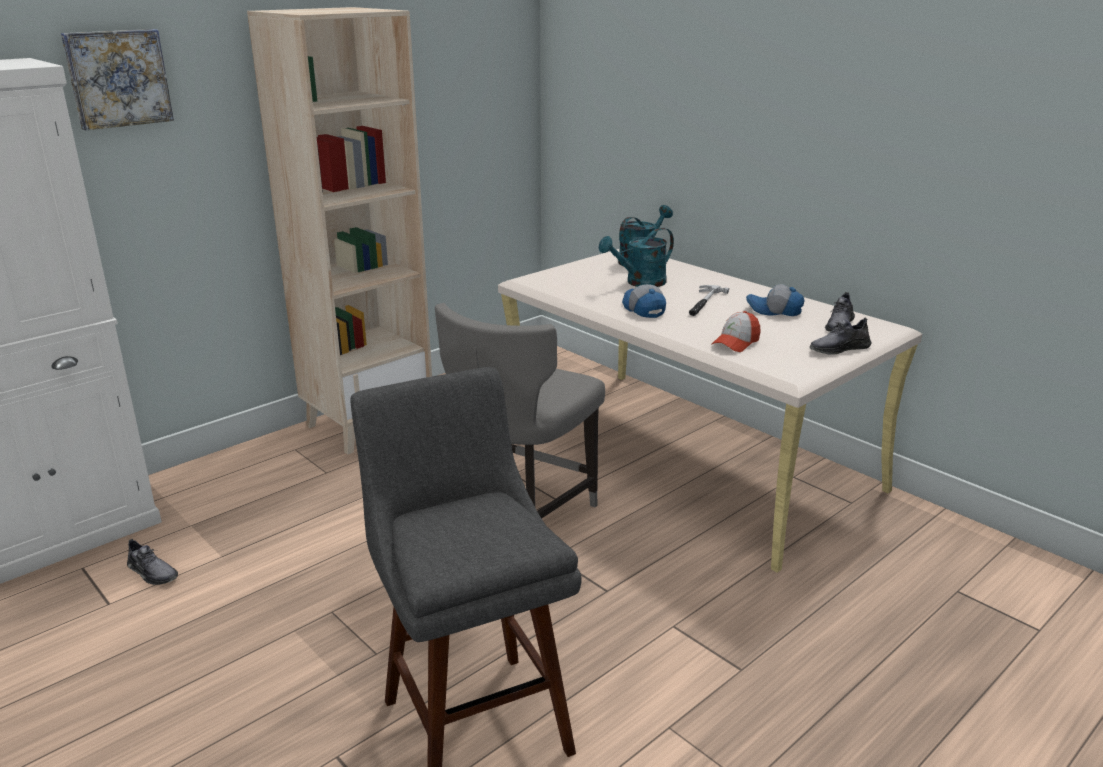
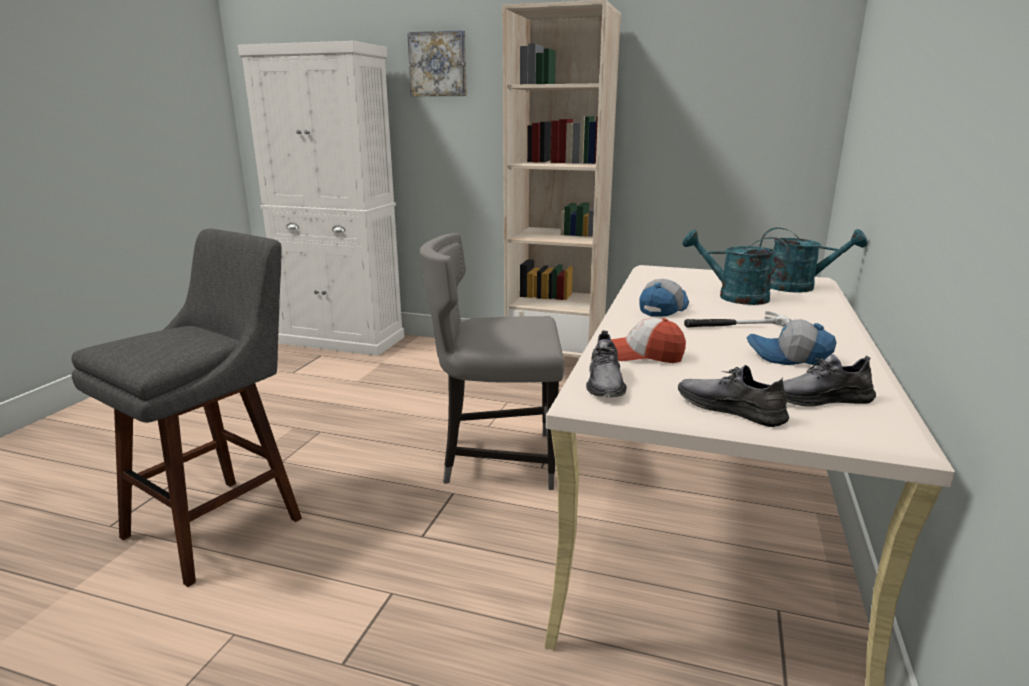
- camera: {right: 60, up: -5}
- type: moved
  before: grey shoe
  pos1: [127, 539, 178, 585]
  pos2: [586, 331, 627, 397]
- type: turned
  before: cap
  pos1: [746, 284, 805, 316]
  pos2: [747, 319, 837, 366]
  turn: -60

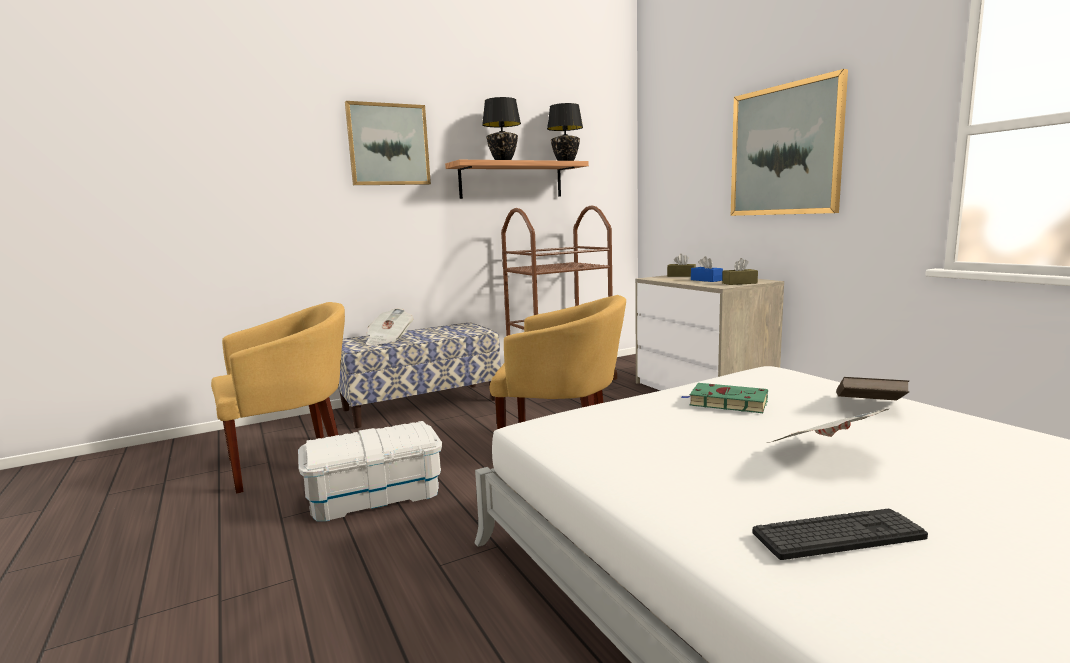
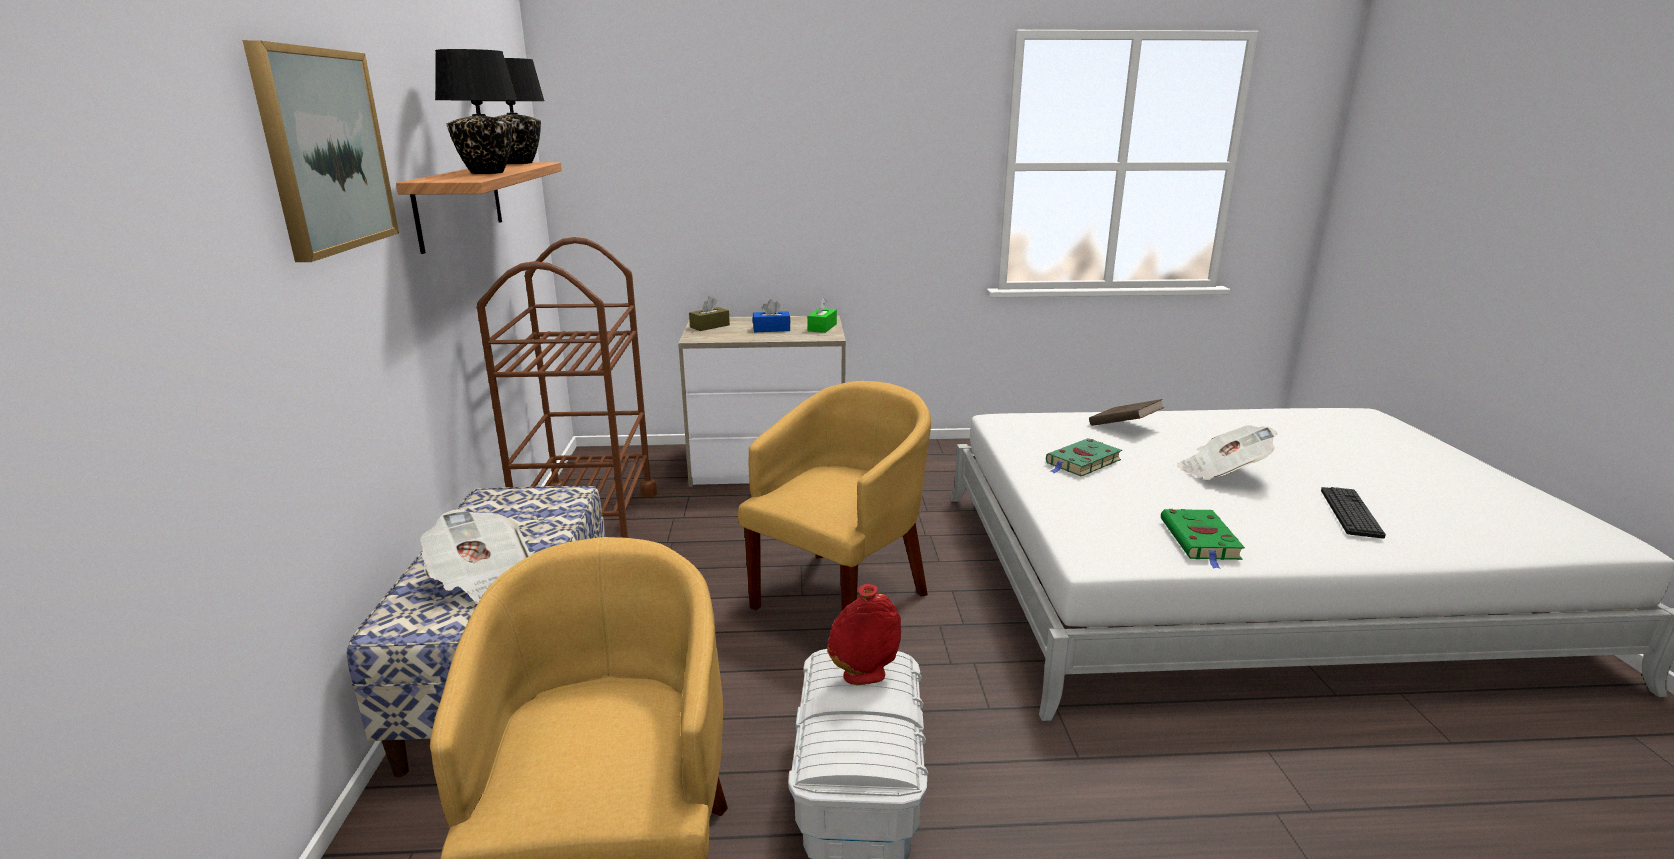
- camera: {right: -65, up: 10}
- type: recoloured
  before: brown tissue box
  after: green tissue box
  pos1: [722, 258, 758, 285]
  pos2: [807, 298, 837, 333]
- type: added
  after: red vase
  pos2: [827, 584, 901, 685]
- type: added
  after: green book
  pos2: [1161, 509, 1245, 569]
- type: removed
  before: picture
  pos1: [731, 69, 848, 216]

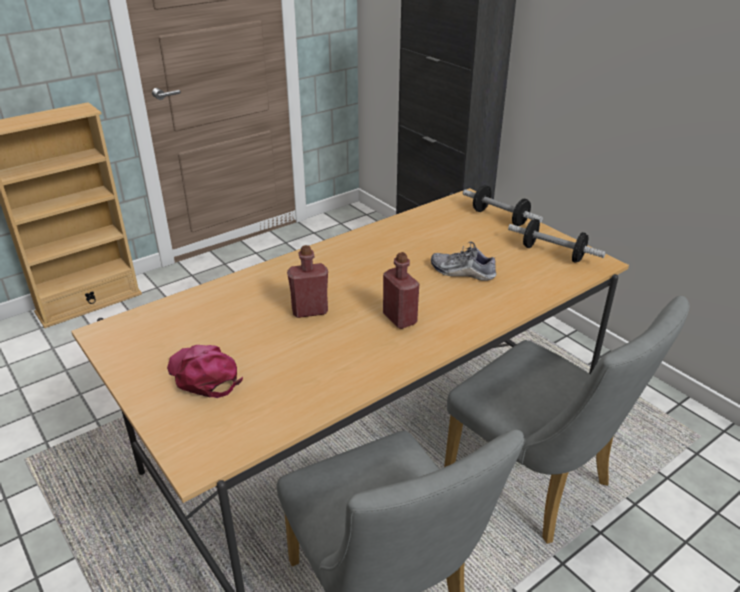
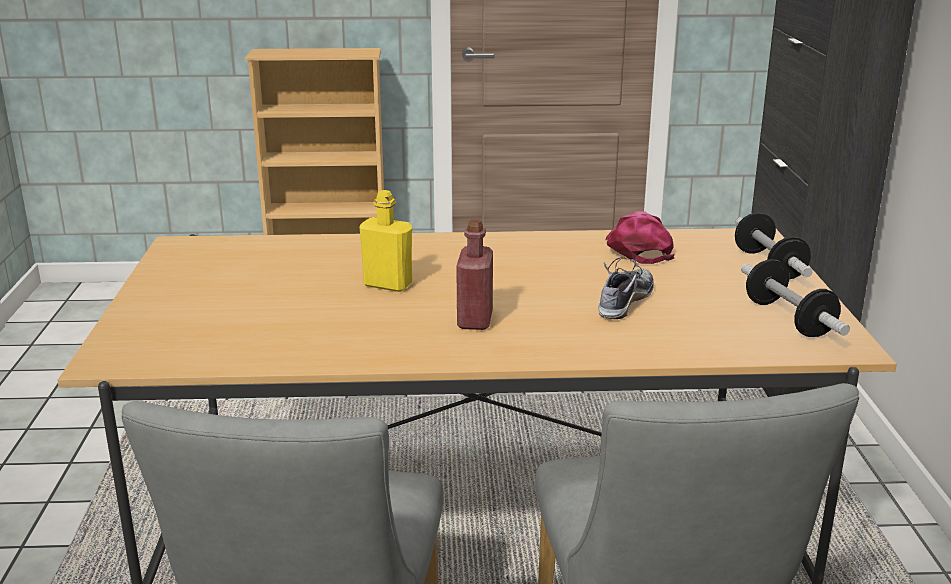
- camera: {right: 35, up: -10}
- type: recoloured
  before: red bottle
  after: yellow bottle
  pos1: [287, 245, 328, 318]
  pos2: [359, 190, 412, 292]
- type: turned
  before: shoe
  pos1: [431, 242, 496, 281]
  pos2: [598, 257, 654, 319]
  turn: 60
- type: moved
  before: pink cap
  pos1: [167, 345, 243, 398]
  pos2: [605, 211, 675, 264]

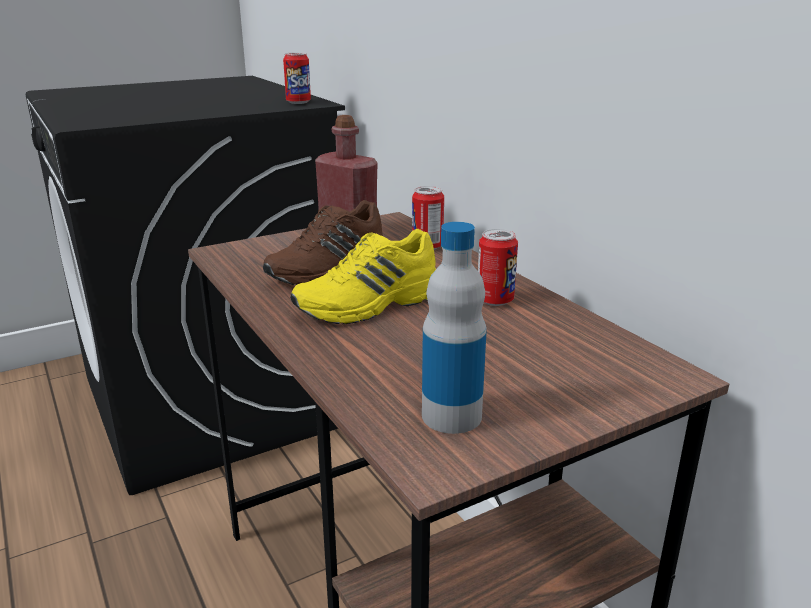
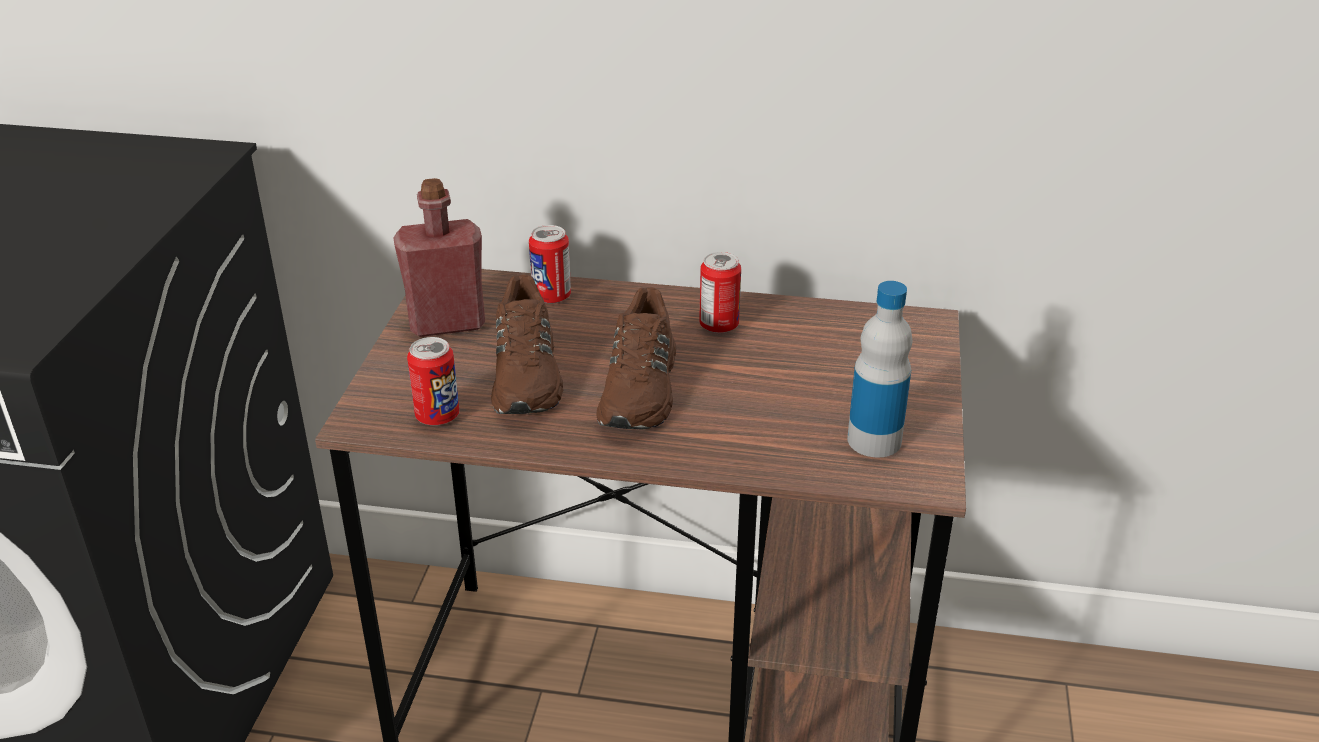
- camera: {right: -50, up: 10}
- type: moved
  before: can
  pos1: [283, 52, 311, 104]
  pos2: [407, 337, 460, 425]
- type: recoloured
  before: yellow shoe
  after: brown shoe
  pos1: [290, 229, 436, 324]
  pos2: [597, 287, 676, 429]

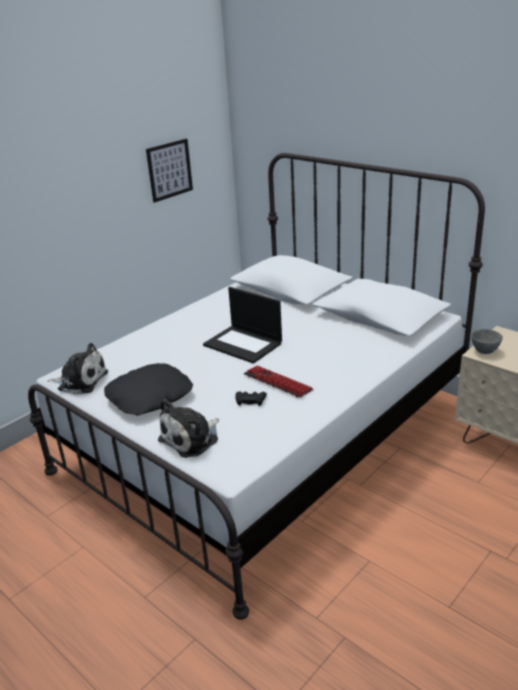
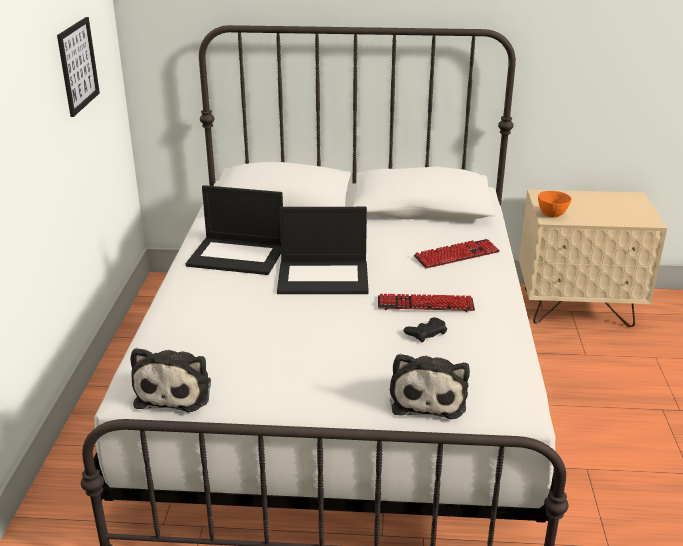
- camera: {right: -40, up: 0}
- type: turned
  before: plush toy
  pos1: [48, 343, 108, 394]
  pos2: [130, 348, 211, 412]
  turn: 120
- type: added
  after: laptop
  pos2: [186, 185, 283, 275]
- type: added
  after: keyboard
  pos2: [414, 239, 500, 269]
- type: recoloured
  before: grey bowl
  after: orange bowl
  pos1: [471, 329, 503, 354]
  pos2: [538, 191, 571, 218]
- type: removed
  before: black pillow
  pos1: [104, 363, 193, 416]

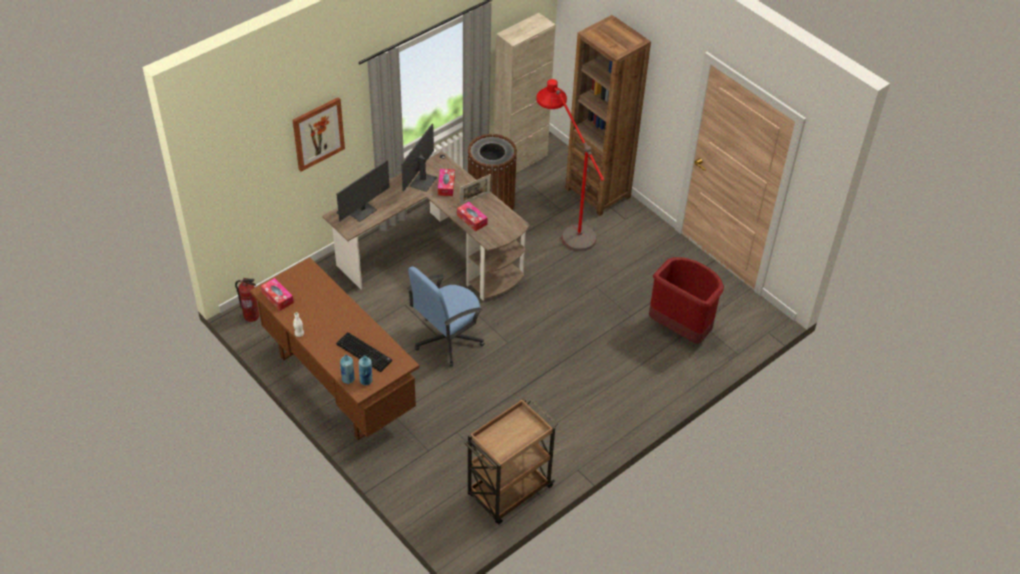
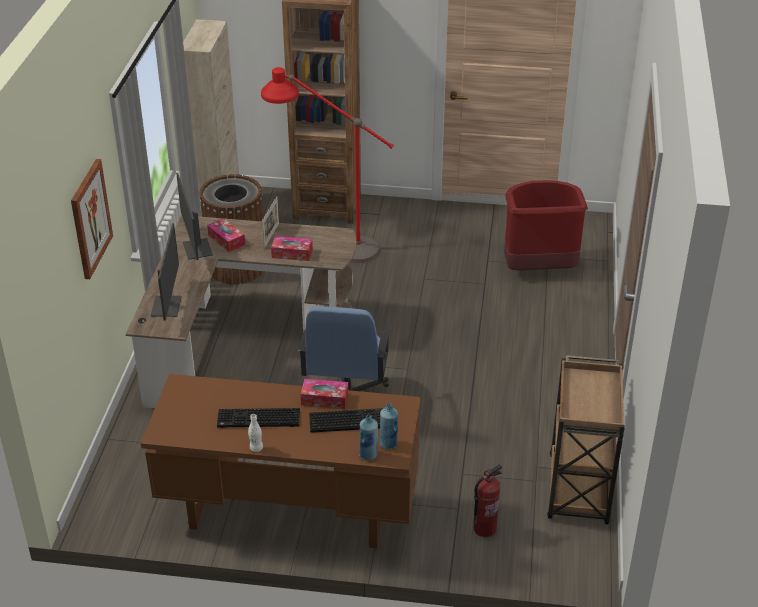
- camera: {right: -40, up: -10}
- type: added
  after: keyboard
  pos2: [217, 408, 300, 428]
- type: moved
  before: tissue box
  pos1: [261, 278, 294, 311]
  pos2: [301, 379, 348, 409]
- type: moved
  before: fire extinguisher
  pos1: [235, 278, 259, 322]
  pos2: [474, 464, 502, 537]

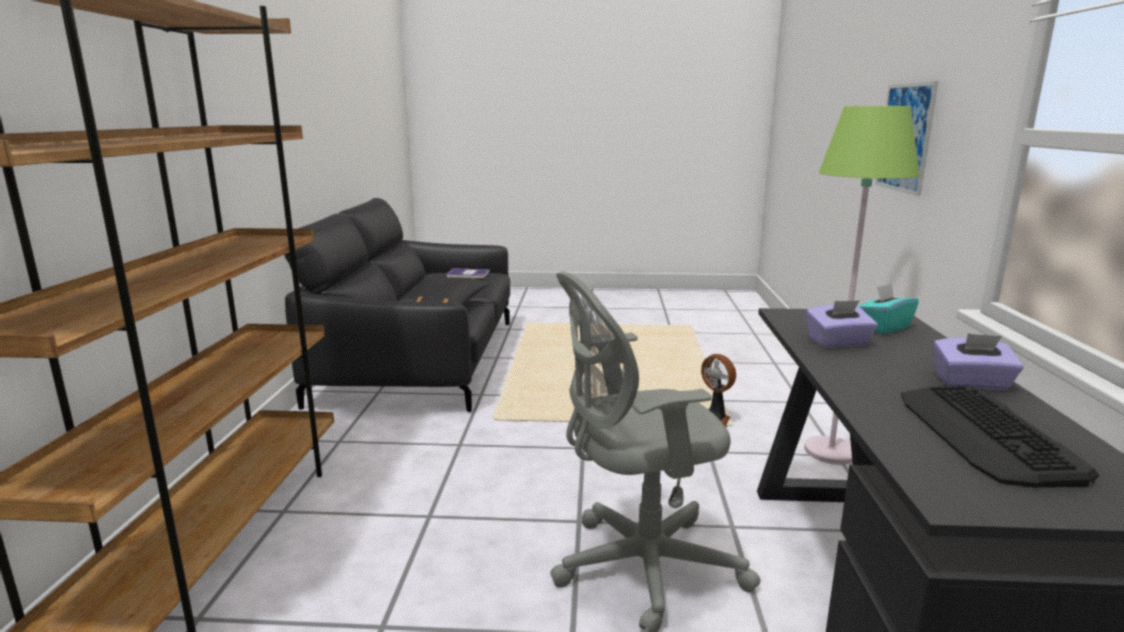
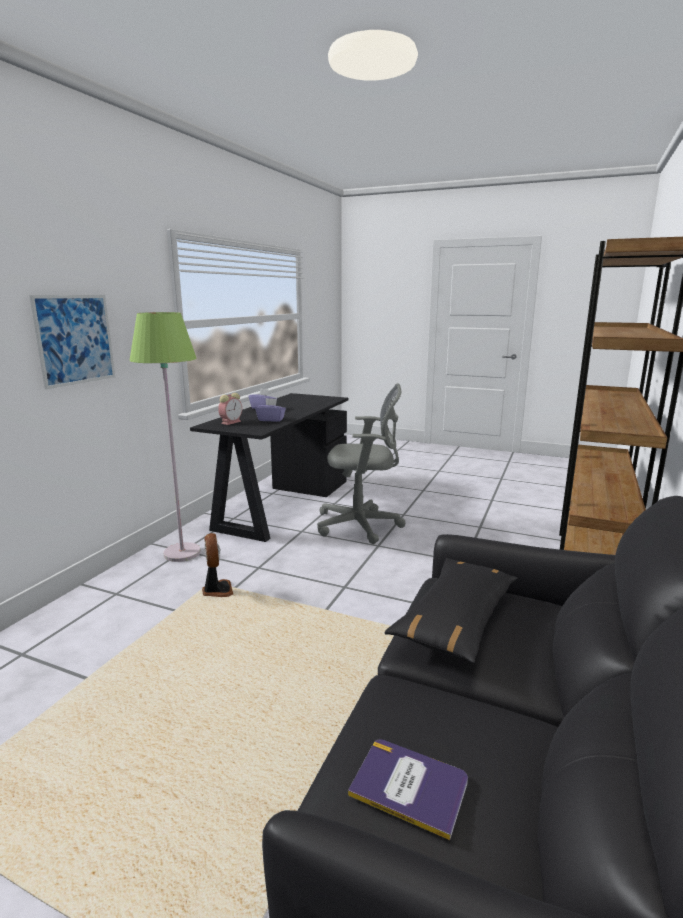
- camera: {right: -160, up: 0}
- type: replaced
  before: turquoise tissue box
  after: alarm clock
  pos1: [857, 283, 919, 334]
  pos2: [218, 393, 242, 425]
- type: removed
  before: keyboard
  pos1: [901, 386, 1099, 488]

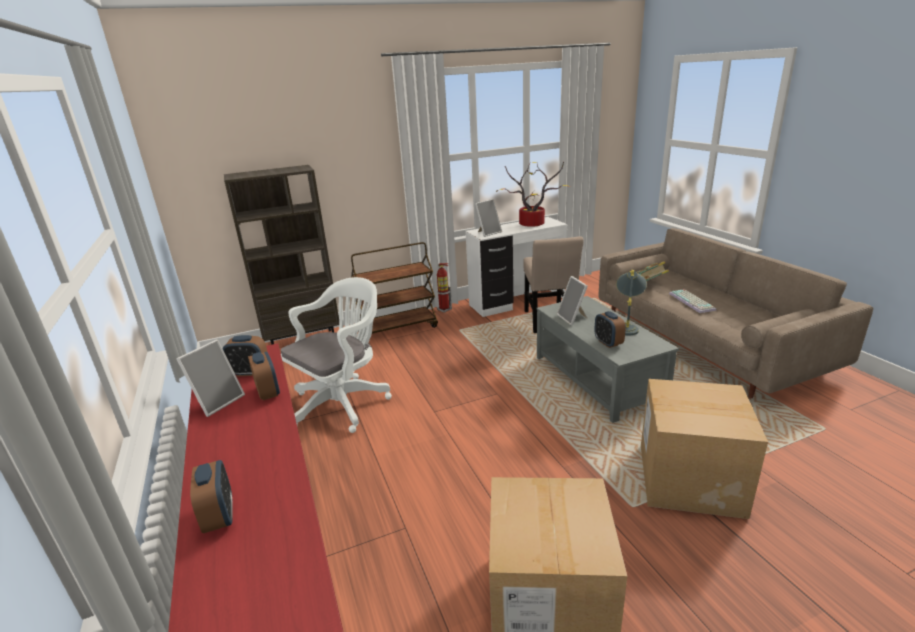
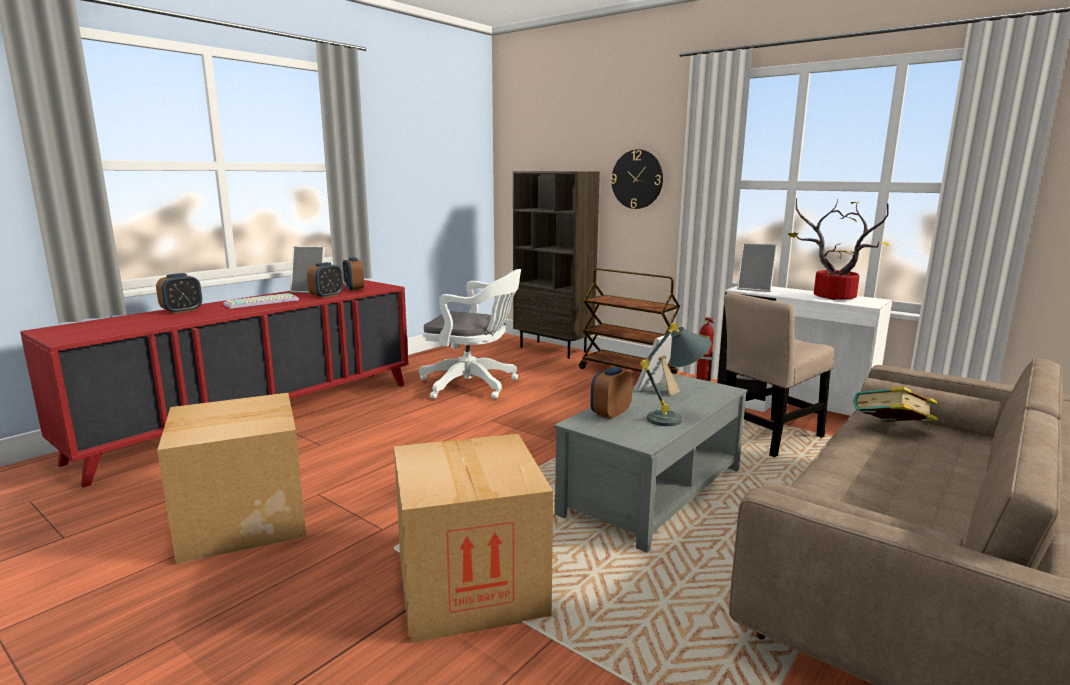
- camera: {right: 60, up: -10}
- type: moved
  before: keyboard
  pos1: [669, 289, 716, 313]
  pos2: [223, 293, 299, 309]
- type: added
  after: wall clock
  pos2: [611, 149, 663, 209]

